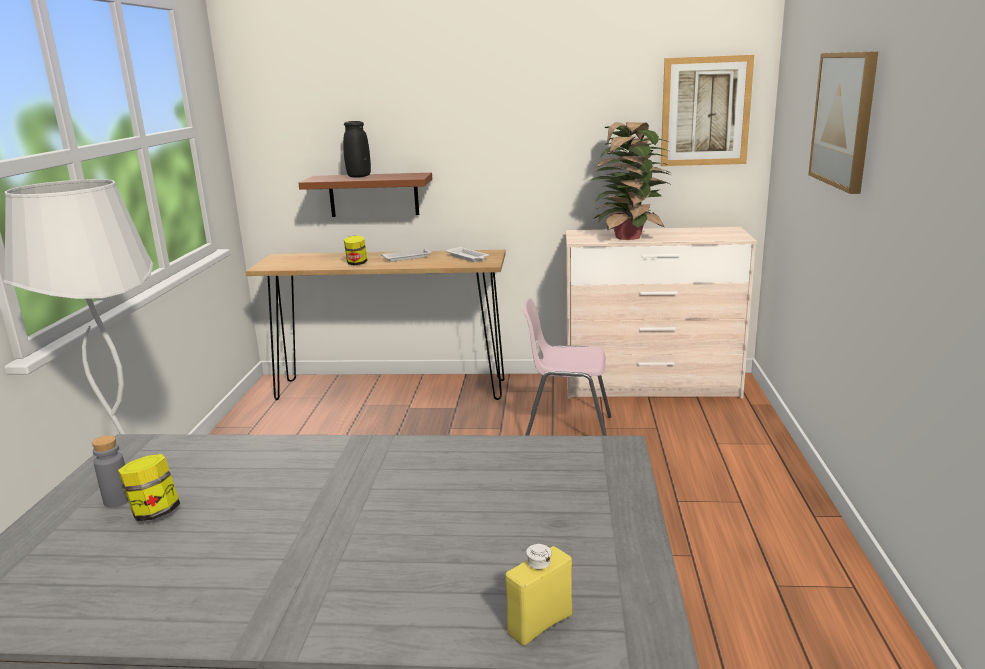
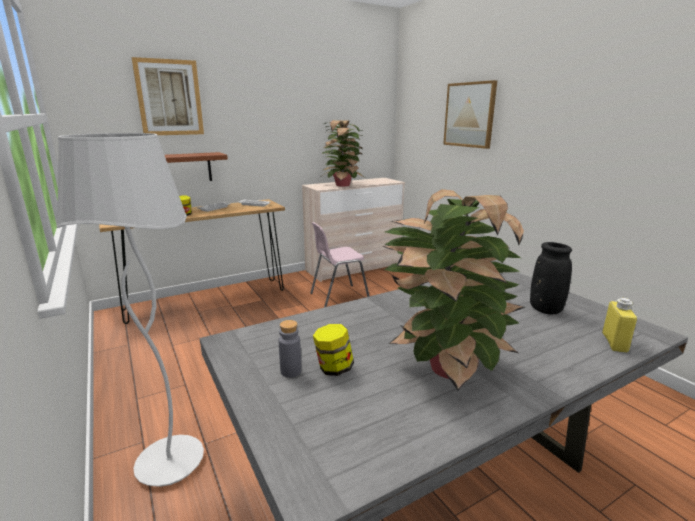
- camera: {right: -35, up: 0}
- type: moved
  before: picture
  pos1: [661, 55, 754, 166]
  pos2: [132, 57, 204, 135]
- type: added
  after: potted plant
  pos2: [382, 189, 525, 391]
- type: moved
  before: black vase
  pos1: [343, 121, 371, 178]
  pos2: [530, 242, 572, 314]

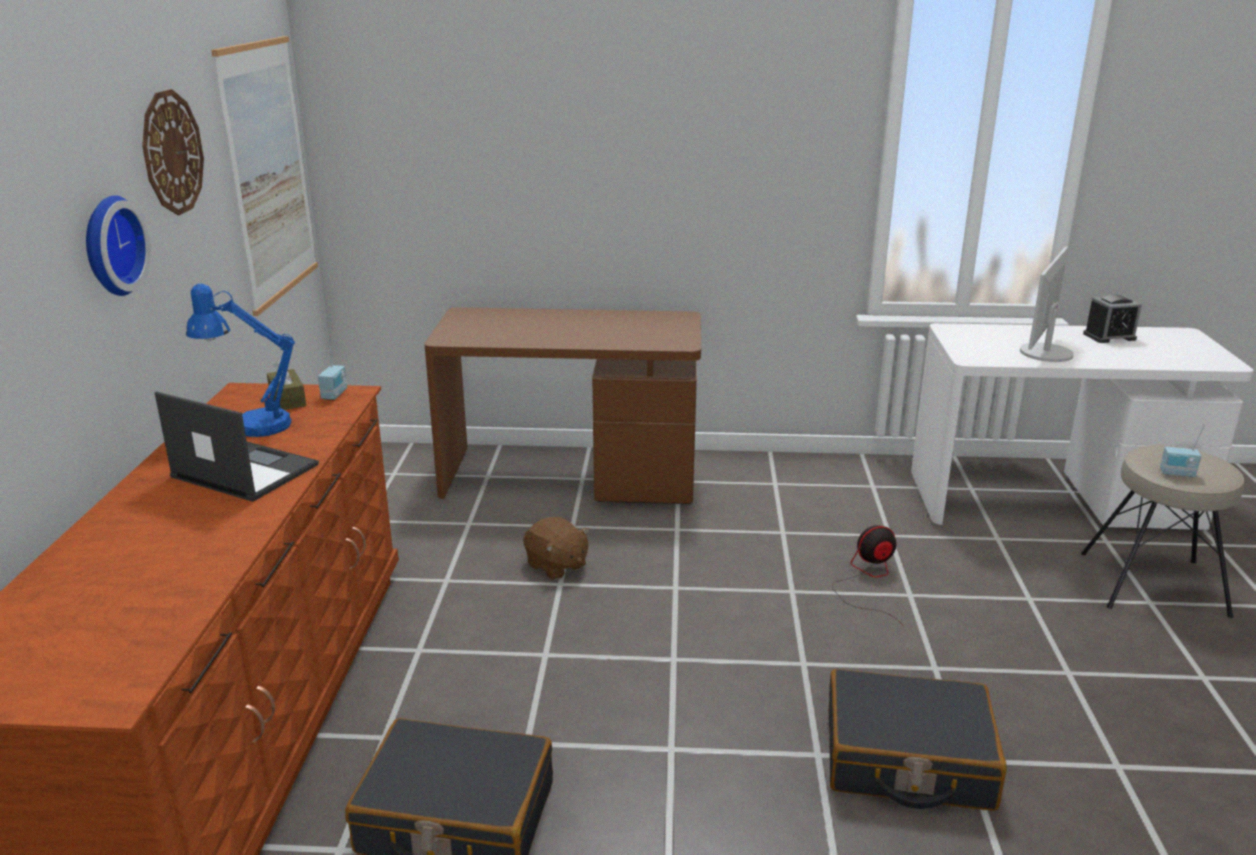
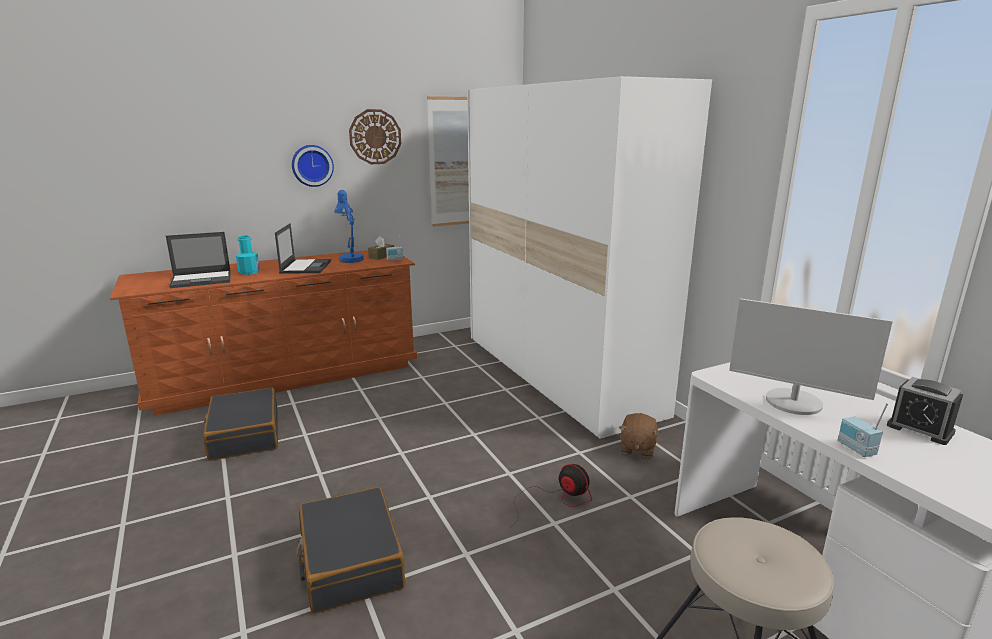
- camera: {right: 60, up: -5}
- type: added
  after: laptop
  pos2: [166, 232, 231, 288]
- type: added
  after: turquoise bottle
  pos2: [236, 235, 260, 275]
- type: replaced
  before: brown desk
  after: white wardrobe
  pos1: [424, 307, 701, 504]
  pos2: [467, 76, 712, 439]
- type: moved
  before: brown plush toy
  pos1: [523, 517, 590, 580]
  pos2: [619, 413, 660, 458]
- type: turned
  before: monitor
  pos1: [1020, 246, 1074, 362]
  pos2: [729, 298, 893, 415]
  turn: -150
- type: moved
  before: radio
  pos1: [1160, 424, 1205, 477]
  pos2: [838, 403, 888, 457]

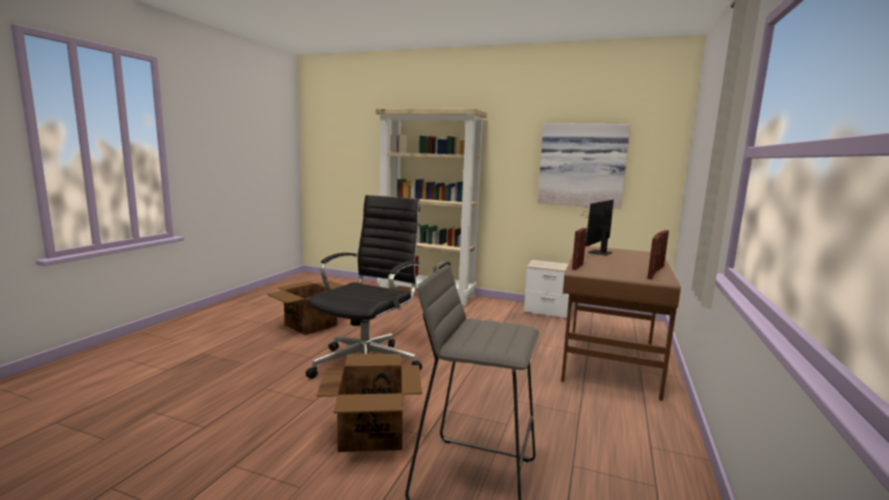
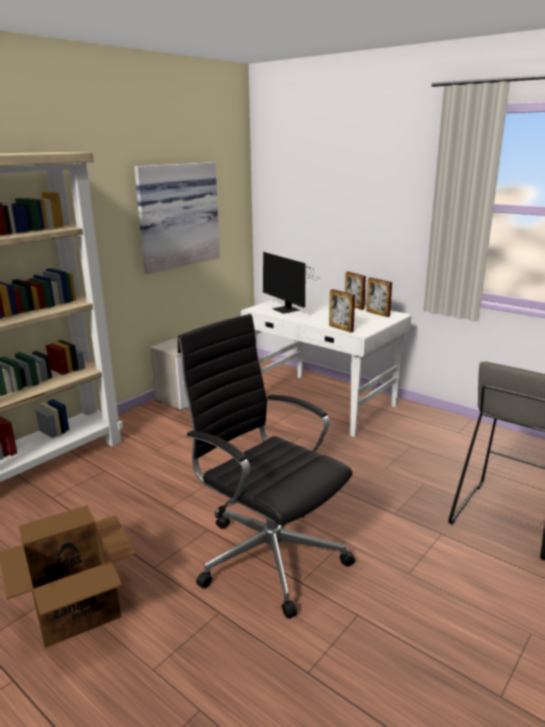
- camera: {right: -70, up: 10}
- type: recoloured
  before: brown desk
  after: white desk
  pos1: [561, 246, 681, 401]
  pos2: [241, 294, 411, 437]
- type: removed
  before: cardboard box
  pos1: [316, 354, 422, 452]

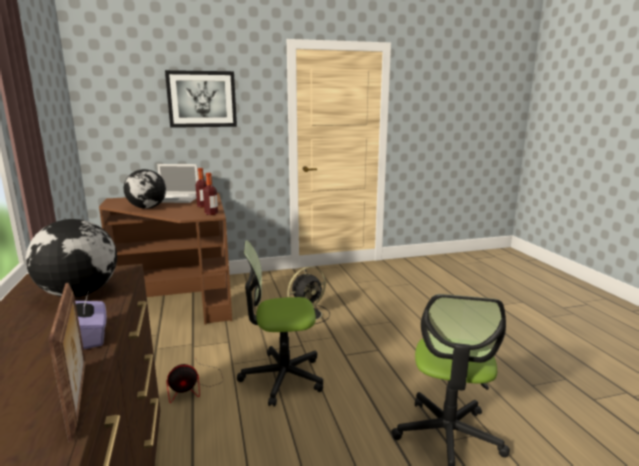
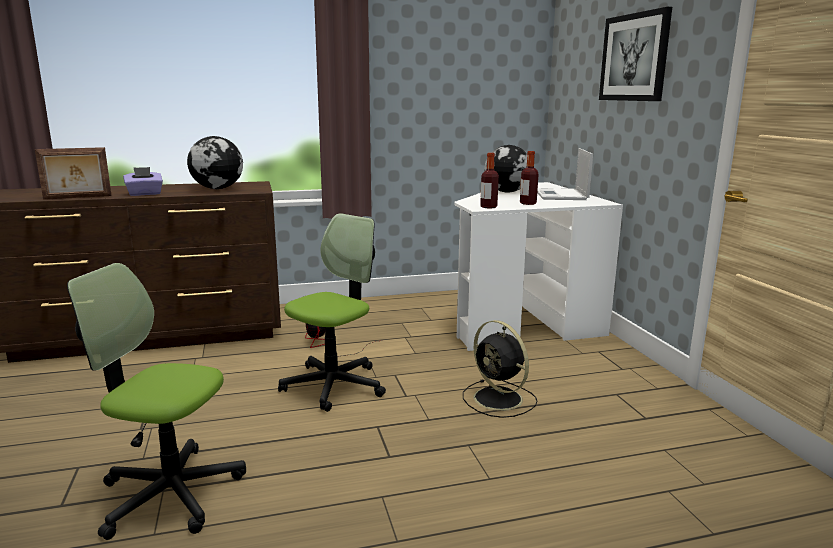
- camera: {right: 90, up: 0}
- type: turned
  before: office chair
  pos1: [237, 240, 323, 407]
  pos2: [278, 213, 386, 412]
  turn: 45
- type: recoloured
  before: brown desk
  after: white desk
  pos1: [99, 193, 232, 325]
  pos2: [454, 182, 623, 351]

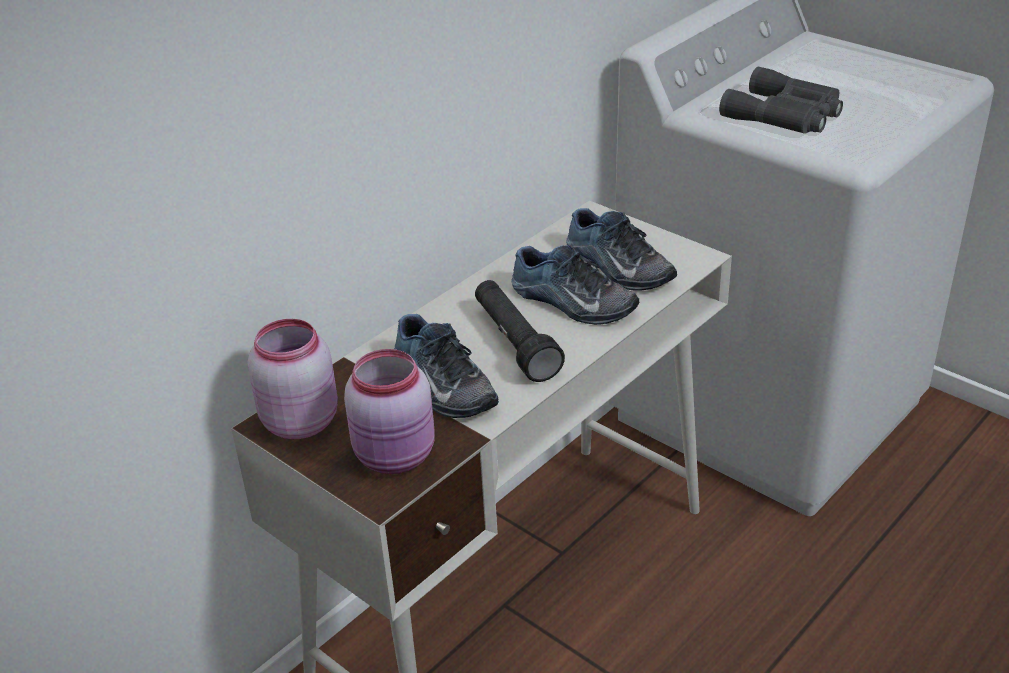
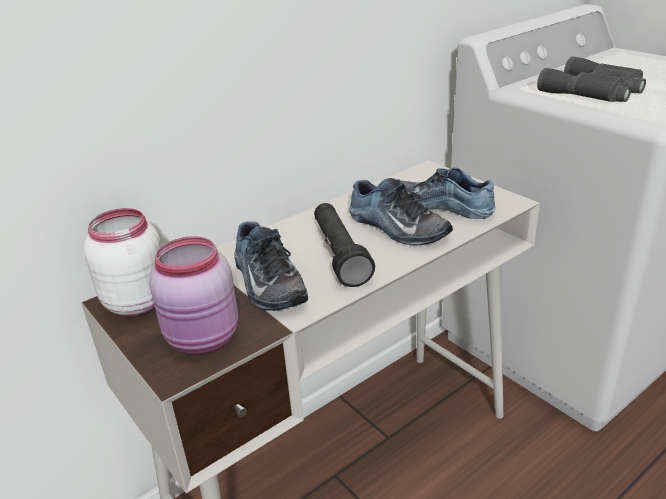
- camera: {right: 10, up: -5}
- type: recoloured
  before: pink jar
  after: white jar
  pos1: [248, 319, 338, 439]
  pos2: [84, 208, 162, 316]
- type: turned
  before: shoe
  pos1: [566, 208, 677, 291]
  pos2: [400, 167, 496, 219]
  turn: 150

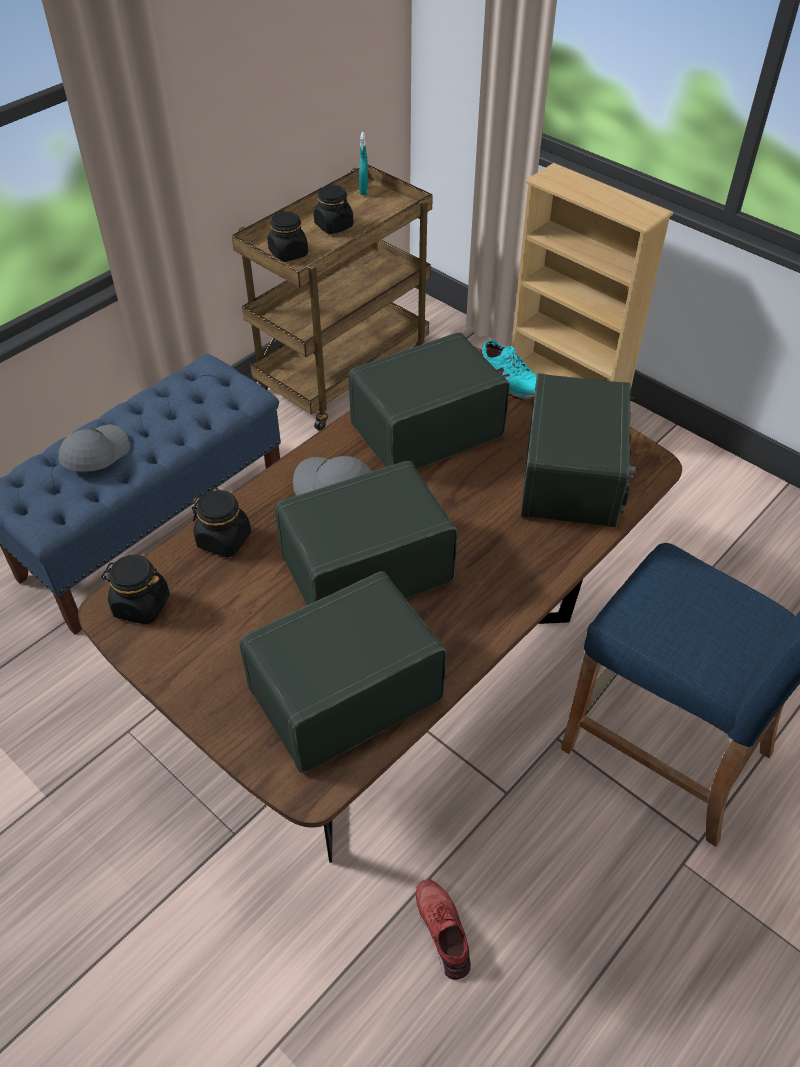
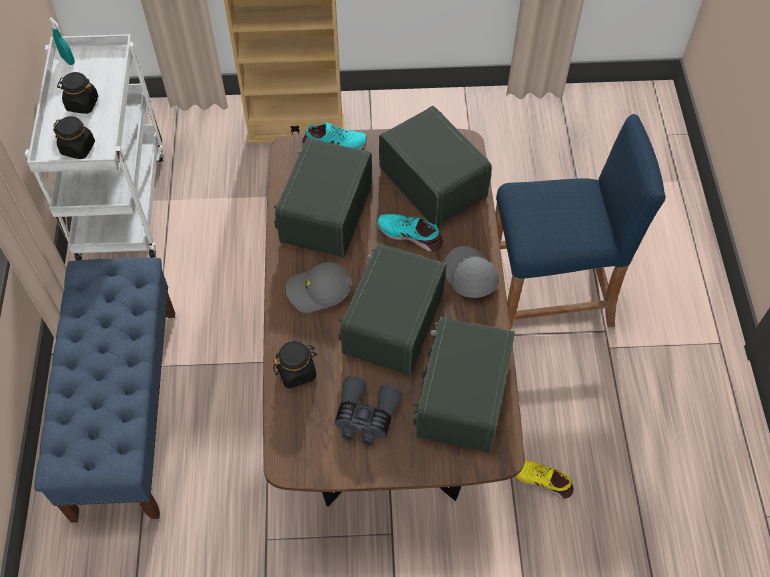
- camera: {right: -45, up: 10}
- type: recoloured
  before: brown cart
  after: white cart
  pos1: [232, 165, 433, 431]
  pos2: [25, 34, 163, 260]
- type: added
  after: grey binoculars
  pos2: [334, 376, 403, 446]
- type: added
  after: turquoise shoe
  pos2: [377, 214, 443, 252]
- type: moved
  before: grey cap
  pos1: [58, 425, 130, 472]
  pos2: [444, 246, 499, 298]
- type: recoloured
  before: red shoe
  after: yellow shoe
  pos1: [416, 879, 471, 980]
  pos2: [515, 460, 573, 499]
- type: removed
  before: black jar
  pos1: [101, 555, 170, 625]

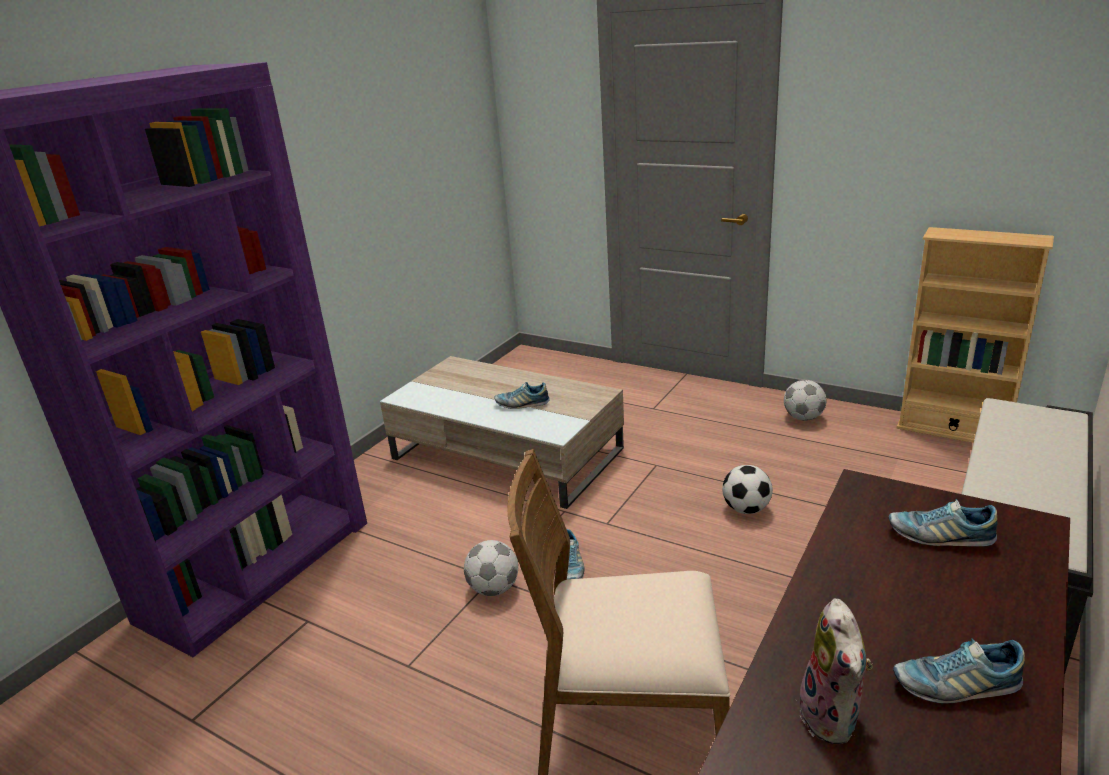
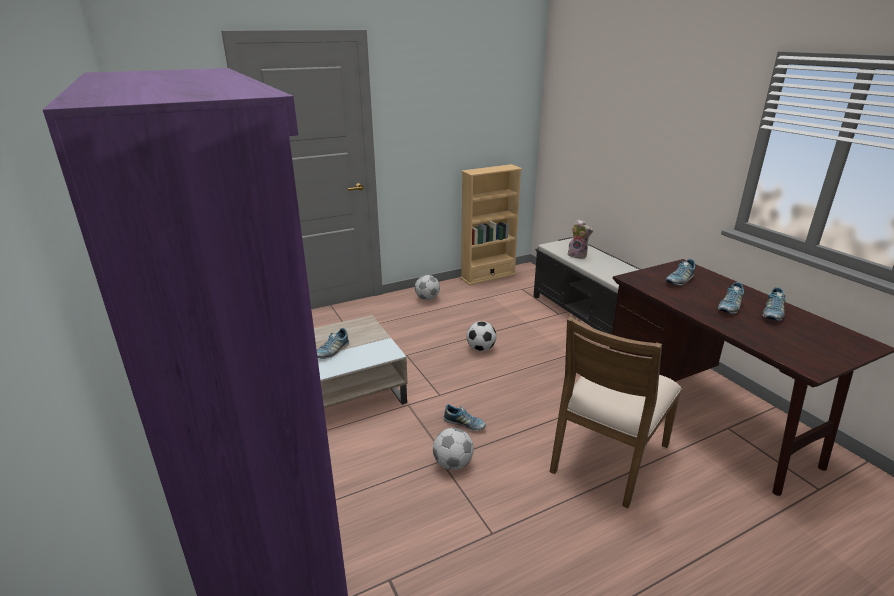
- camera: {right: -60, up: 0}
- type: moved
  before: plush toy
  pos1: [799, 598, 873, 744]
  pos2: [568, 219, 593, 259]
- type: added
  after: shoe
  pos2: [718, 282, 744, 314]

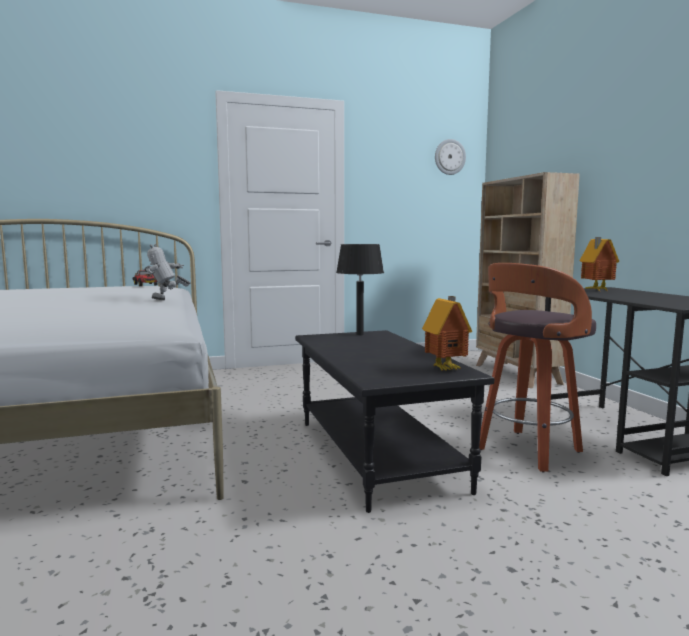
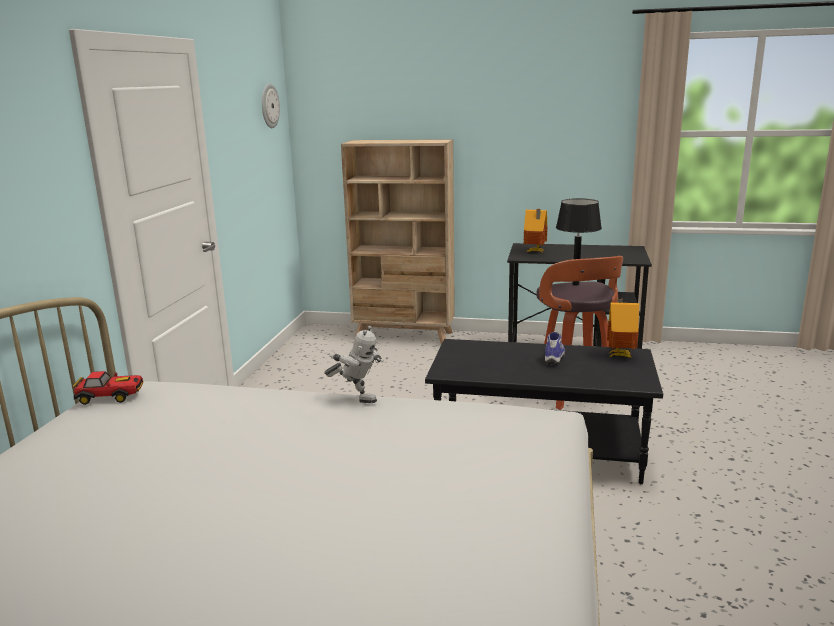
- camera: {right: -60, up: 10}
- type: turned
  before: toy robot
  pos1: [144, 244, 190, 300]
  pos2: [324, 326, 383, 403]
  turn: -105
- type: added
  after: shoe
  pos2: [545, 332, 565, 365]
- type: moved
  before: black table lamp
  pos1: [336, 244, 384, 335]
  pos2: [556, 198, 602, 286]

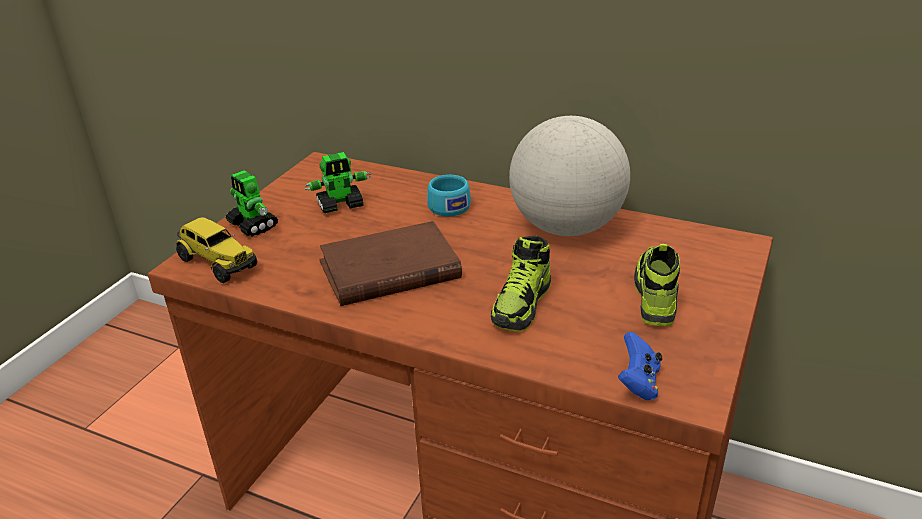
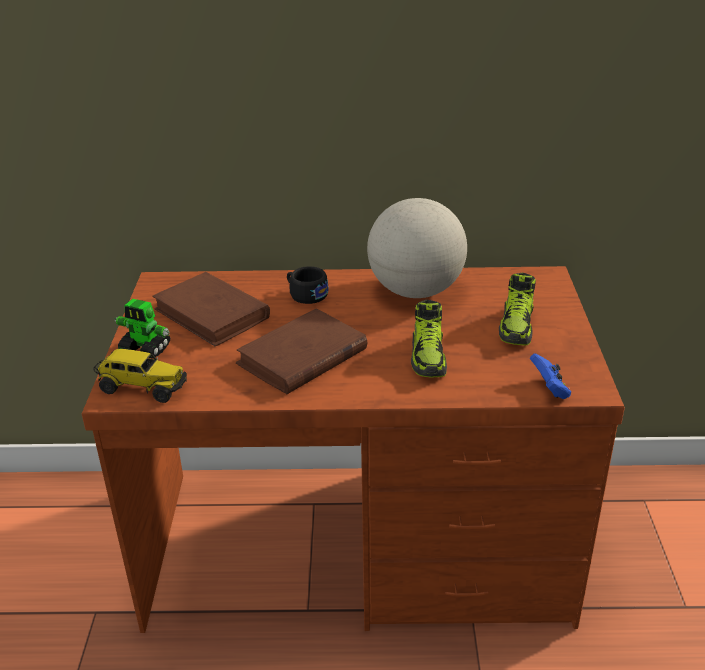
- camera: {right: -25, up: 0}
- type: replaced
  before: toy robot
  after: brown book
  pos1: [304, 152, 371, 213]
  pos2: [152, 272, 270, 347]
- type: recoloured
  before: turquoise cup
  after: black cup
  pos1: [427, 175, 471, 217]
  pos2: [287, 266, 329, 304]
- type: turned
  before: shoe
  pos1: [634, 244, 680, 326]
  pos2: [499, 273, 536, 346]
  turn: -150

